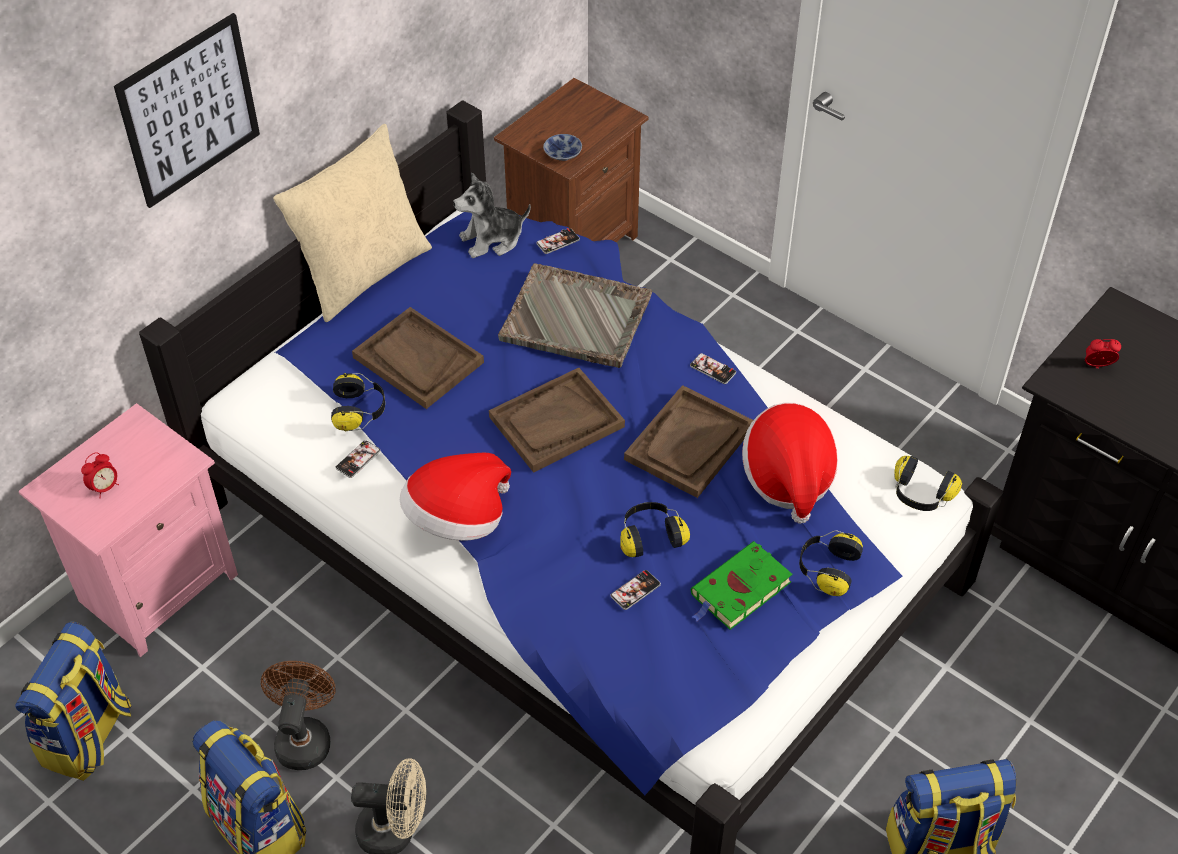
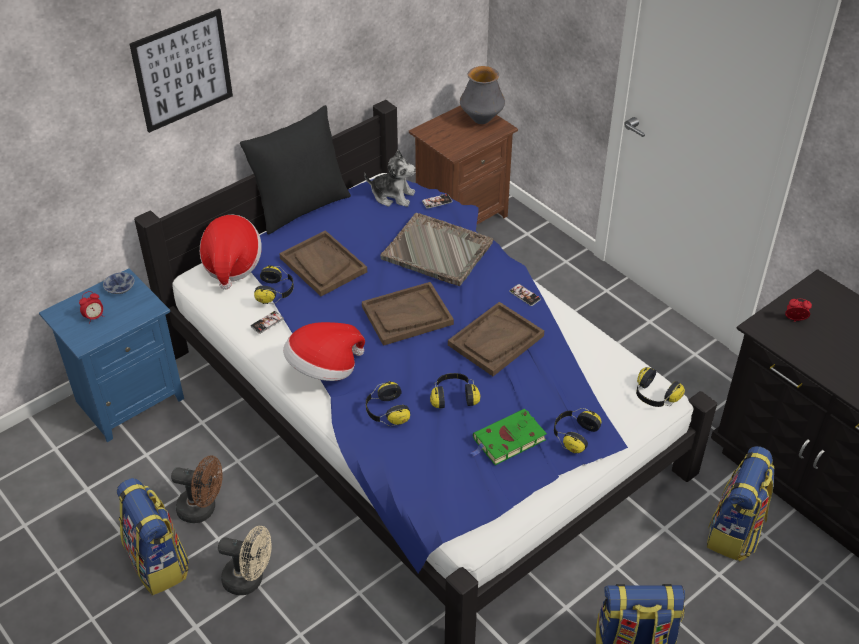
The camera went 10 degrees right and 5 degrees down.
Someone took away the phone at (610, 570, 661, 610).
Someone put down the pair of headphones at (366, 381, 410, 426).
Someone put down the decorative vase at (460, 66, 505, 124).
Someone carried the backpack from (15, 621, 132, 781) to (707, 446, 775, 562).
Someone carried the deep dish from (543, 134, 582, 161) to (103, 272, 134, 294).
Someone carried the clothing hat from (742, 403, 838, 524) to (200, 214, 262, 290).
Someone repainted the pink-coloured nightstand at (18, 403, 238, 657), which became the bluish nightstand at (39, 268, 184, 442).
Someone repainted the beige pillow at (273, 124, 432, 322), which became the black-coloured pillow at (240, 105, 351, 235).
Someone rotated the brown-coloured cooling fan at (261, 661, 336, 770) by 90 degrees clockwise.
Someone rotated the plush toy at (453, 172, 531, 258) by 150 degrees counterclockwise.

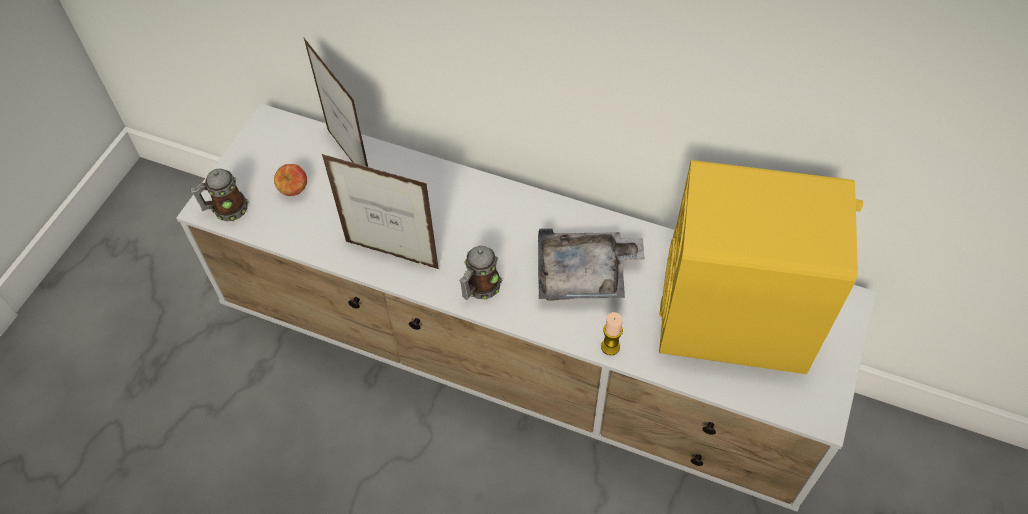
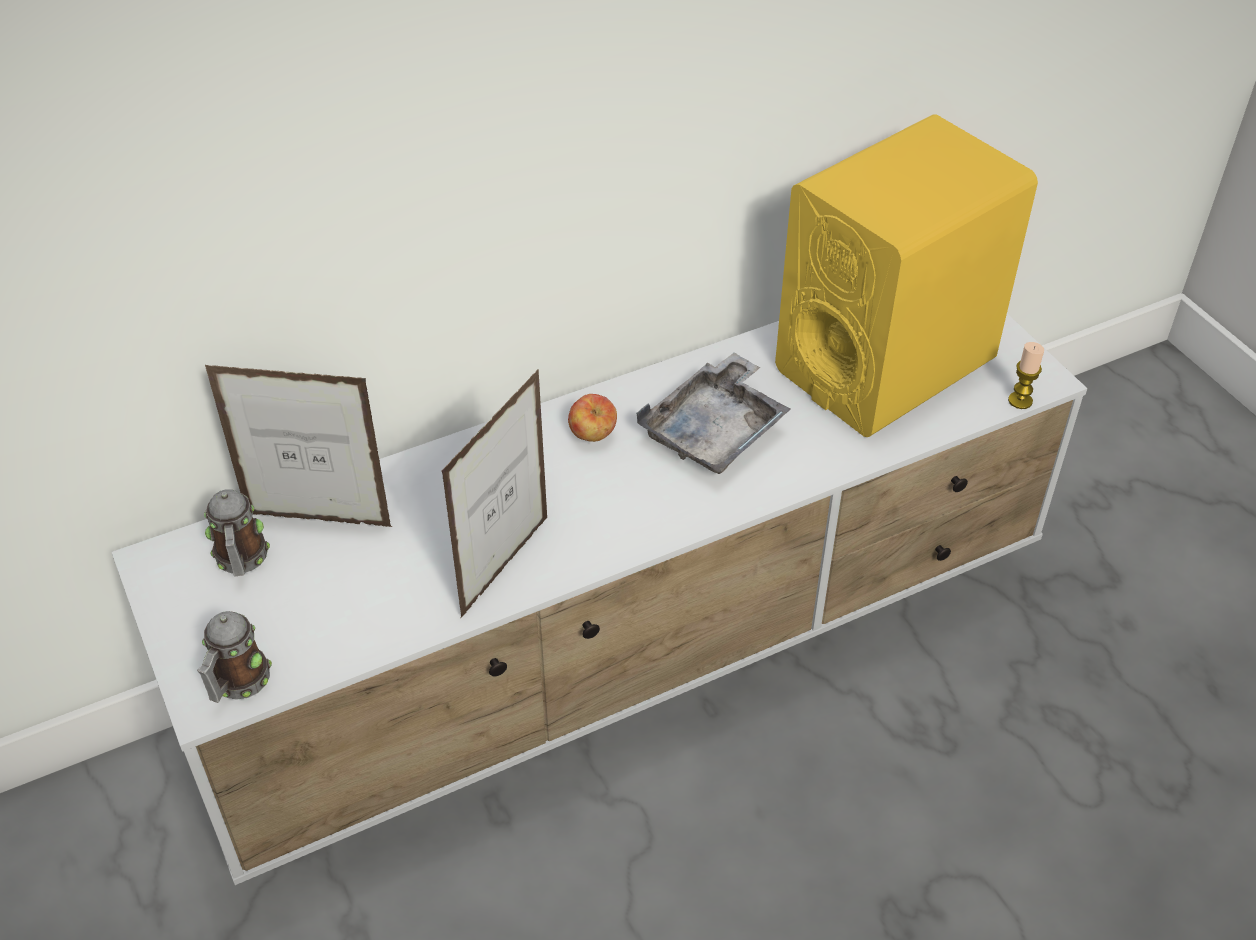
The camera went 50 degrees left and 10 degrees down.
Someone carried the whole apple from (274, 164, 307, 196) to (568, 394, 617, 442).
Someone carried the tea mug from (459, 246, 502, 300) to (204, 489, 270, 577).
Someone carried the wax candle from (601, 312, 623, 355) to (1008, 342, 1044, 409).
Someone rotated the picture frame at (322, 154, 439, 269) by 150 degrees clockwise.

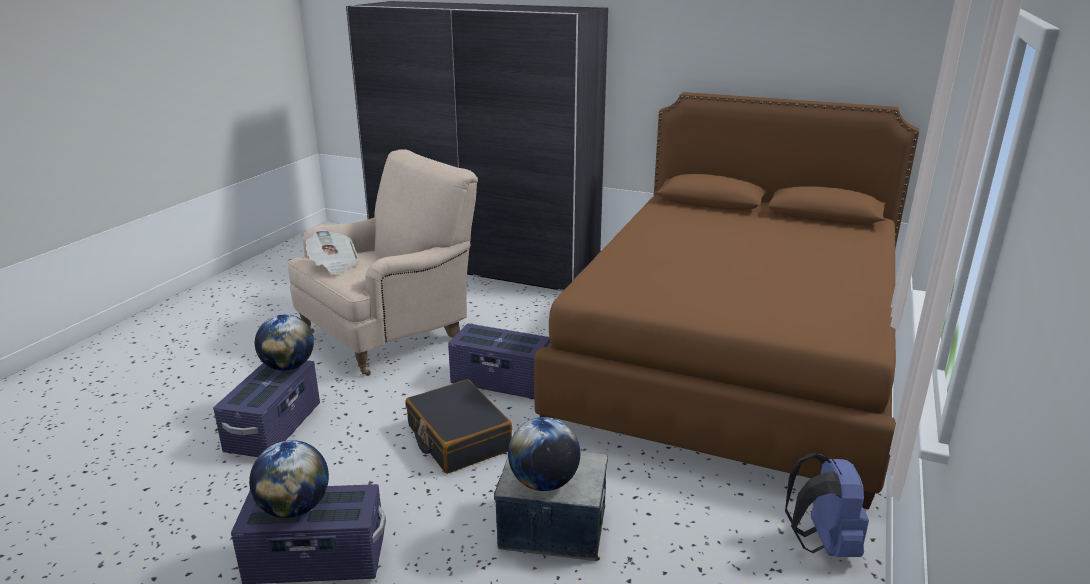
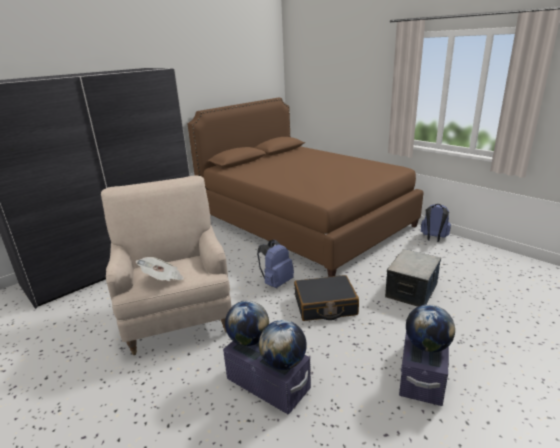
The camera went 65 degrees left and 0 degrees up.
Someone carried the world globe from (508, 417, 580, 491) to (259, 320, 307, 370).
Someone swapped the purple storage bin at (448, 323, 550, 399) for the bluish backpack at (257, 240, 294, 288).

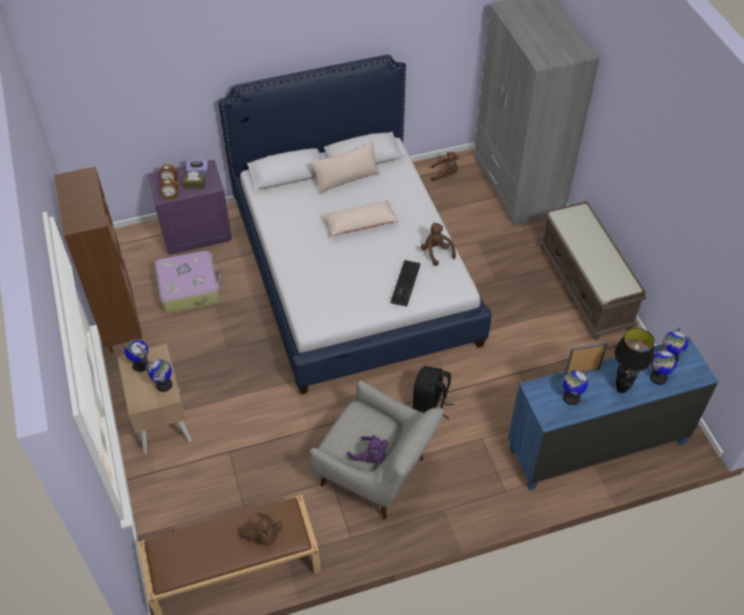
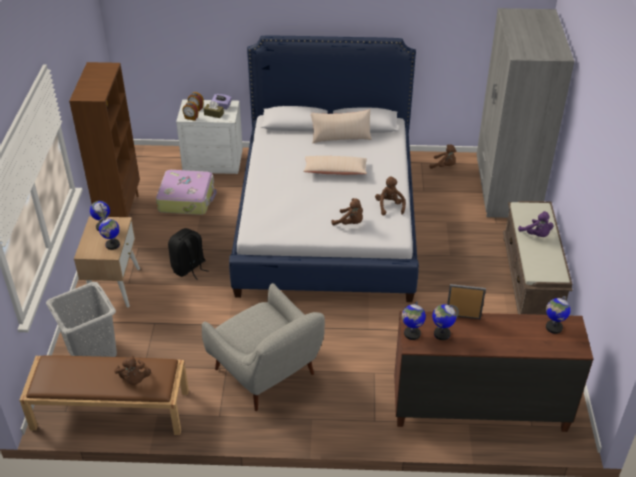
The camera went 20 degrees right and 10 degrees down.
Someone took away the black-coloured tabletop lamp at (614, 328, 655, 393).
Someone put down the grey laundry basket at (46, 282, 117, 357).
Someone carried the purple plush toy from (347, 435, 388, 463) to (518, 211, 553, 237).
Someone carried the black-coloured backpack from (413, 366, 454, 419) to (168, 228, 208, 280).
Someone carried the world globe from (650, 347, 677, 385) to (402, 301, 426, 340).
Someone swapped the PC keyboard at (390, 260, 420, 306) for the brown-coloured plush toy at (332, 198, 363, 225).
Someone repainted the purple nightstand at (148, 160, 232, 255), which became the whitish nightstand at (176, 100, 243, 174).
Someone repainted the bluish dresser at (508, 337, 718, 490), which became the brown-coloured dresser at (394, 311, 593, 432).

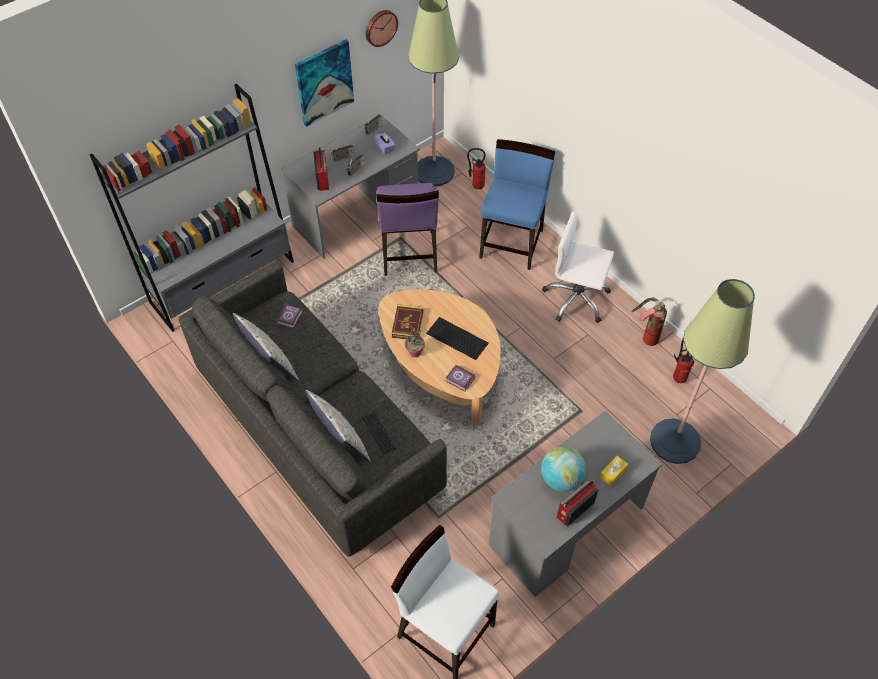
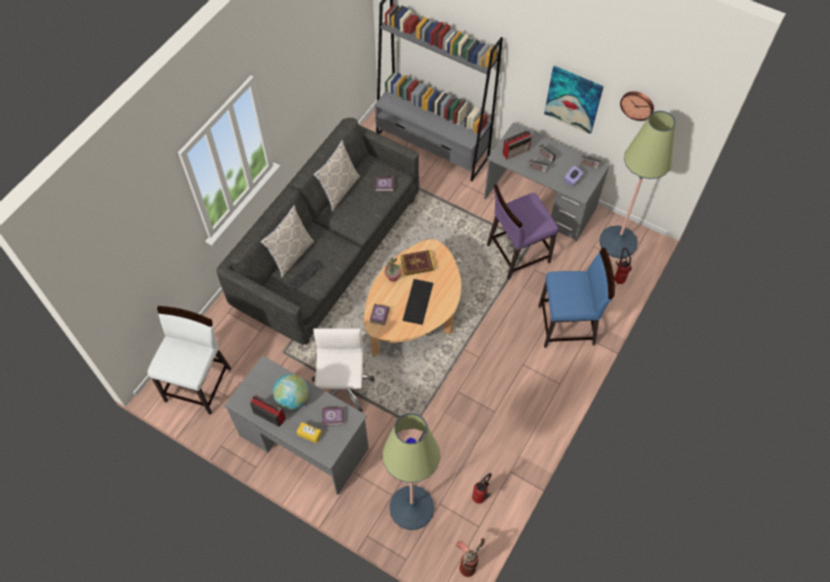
The camera went 70 degrees right and 5 degrees up.
Someone put down the volume at (322, 407, 344, 426).
Someone carried the whitish office chair from (542, 211, 614, 323) to (312, 328, 375, 412).
Someone carried the extinguisher from (631, 298, 667, 346) to (455, 538, 485, 577).

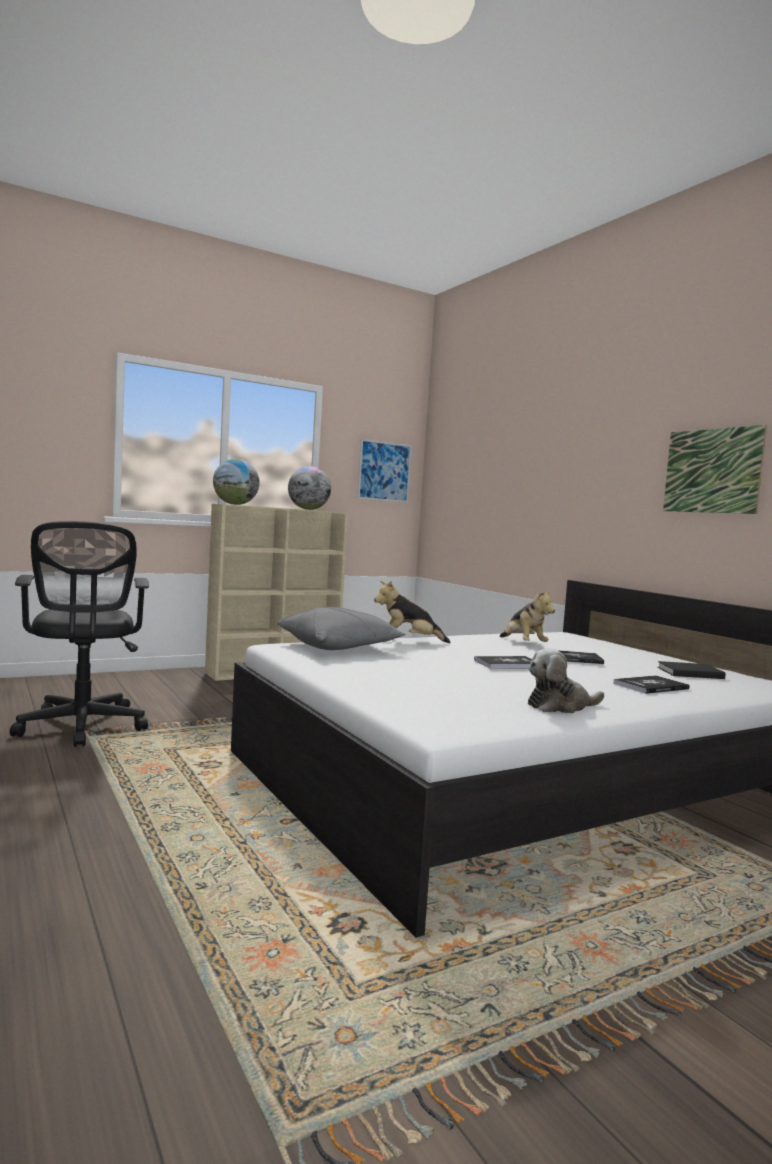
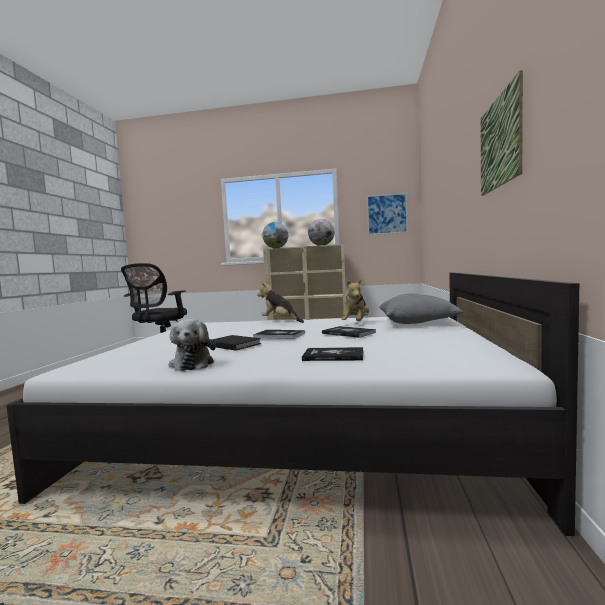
The camera went 40 degrees right and 0 degrees up.
Someone carried the grey pillow from (277, 607, 406, 650) to (379, 294, 464, 324).
Someone carried the black-coloured volume from (657, 661, 726, 679) to (214, 335, 261, 351).
Someone rotated the plush toy at (528, 648, 604, 713) by 120 degrees counterclockwise.

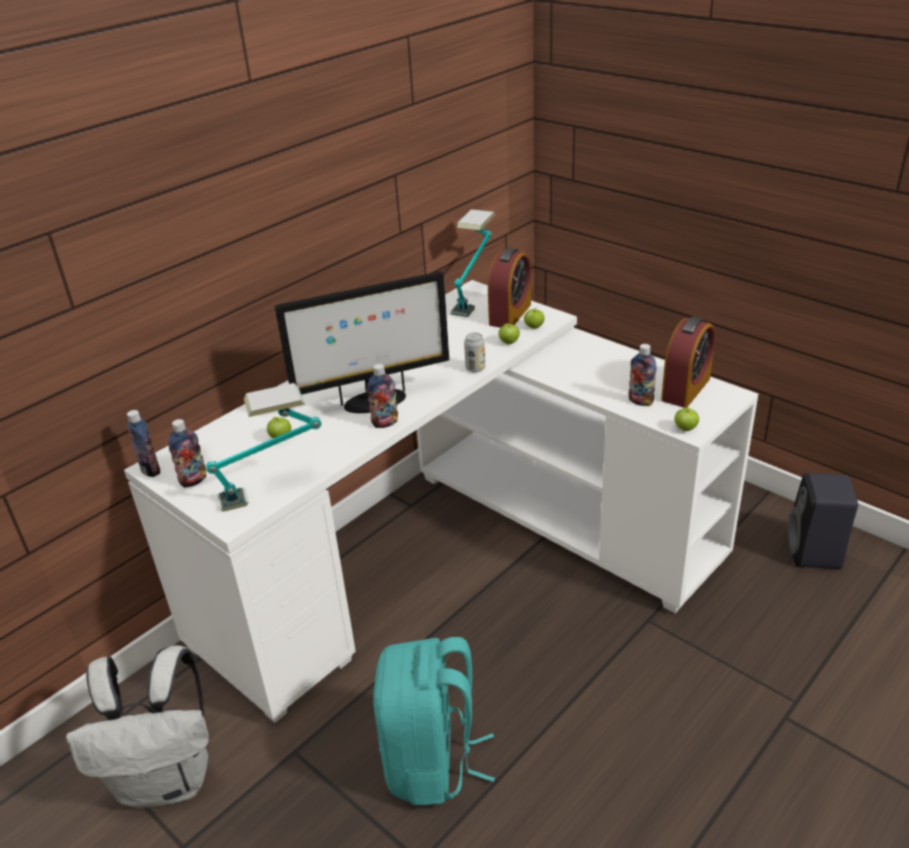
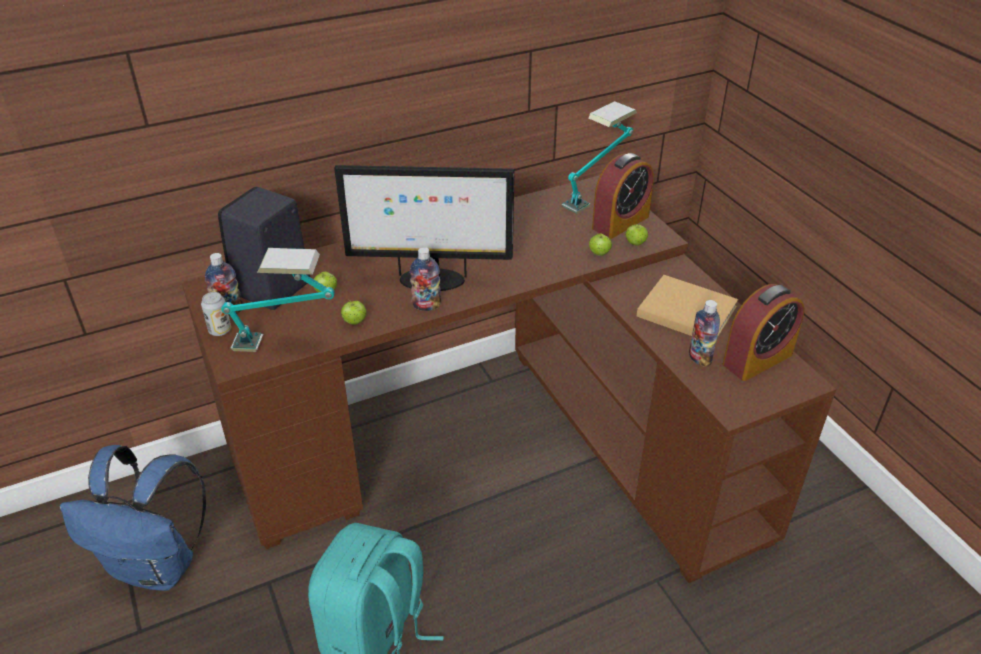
The camera went 20 degrees right and 5 degrees up.
Someone took away the beverage bottle at (127, 410, 160, 477).
Someone put down the beige volume at (637, 275, 738, 337).
Someone carried the sealed can from (464, 333, 485, 372) to (201, 292, 231, 336).
Someone carried the whole apple from (674, 407, 699, 431) to (341, 299, 366, 325).
Someone carried the black-coloured loudspeaker from (788, 473, 858, 569) to (218, 187, 310, 310).
Someone repainted the whitish backpack at (66, 645, 209, 808), which became the bluish backpack at (60, 445, 206, 591).
Someone repainted the whitish desk at (124, 280, 758, 723), which became the brown-coloured desk at (182, 175, 836, 583).

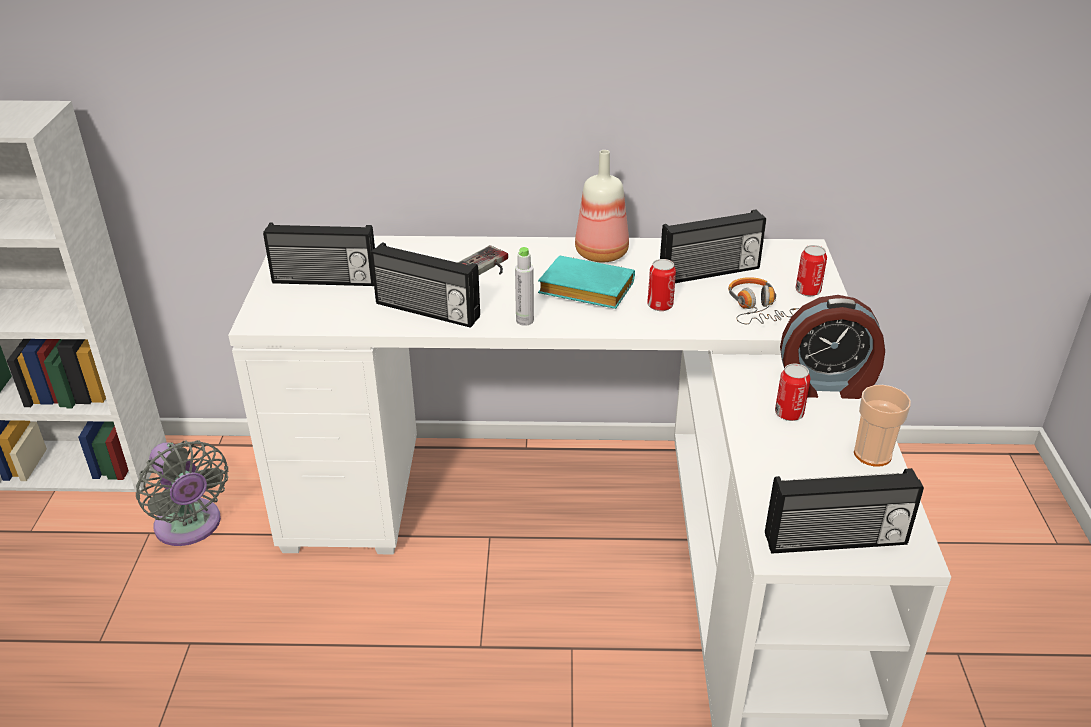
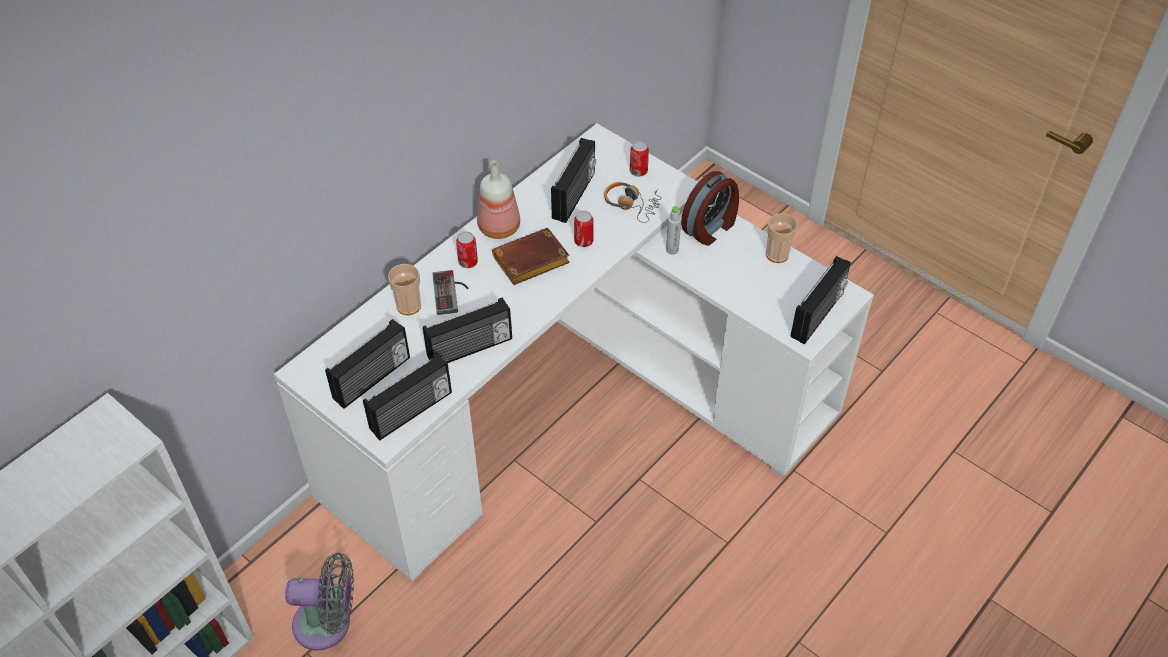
The camera went 50 degrees left and 15 degrees up.
Someone put down the radio receiver at (363, 353, 452, 440).
Someone put down the cup at (388, 264, 421, 315).
Someone carried the grey beverage bottle from (515, 247, 534, 326) to (666, 206, 681, 255).
Someone carried the sealed can from (775, 364, 810, 421) to (456, 232, 478, 268).
Someone repainted the turquoise-coloured volume at (538, 256, 635, 309), which became the brown-coloured volume at (492, 228, 570, 285).

